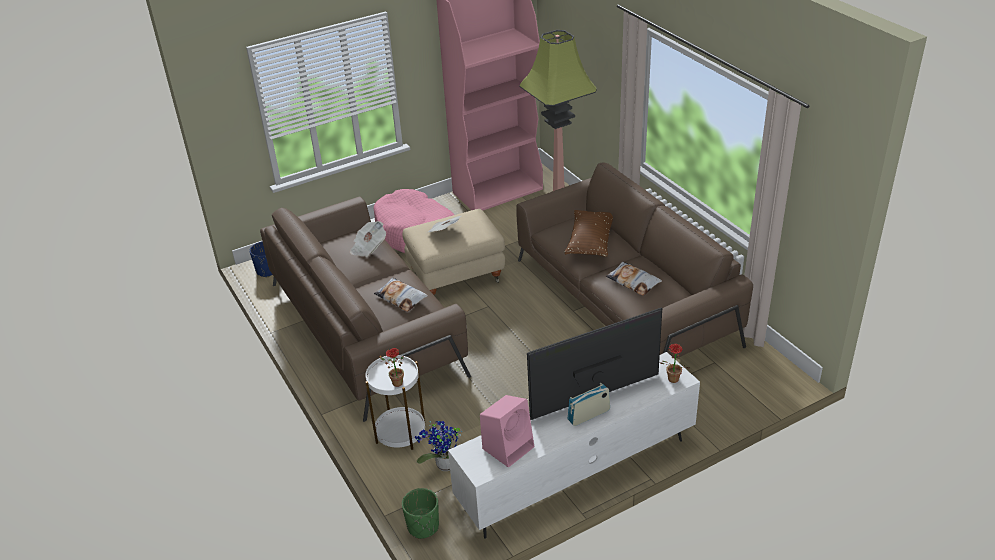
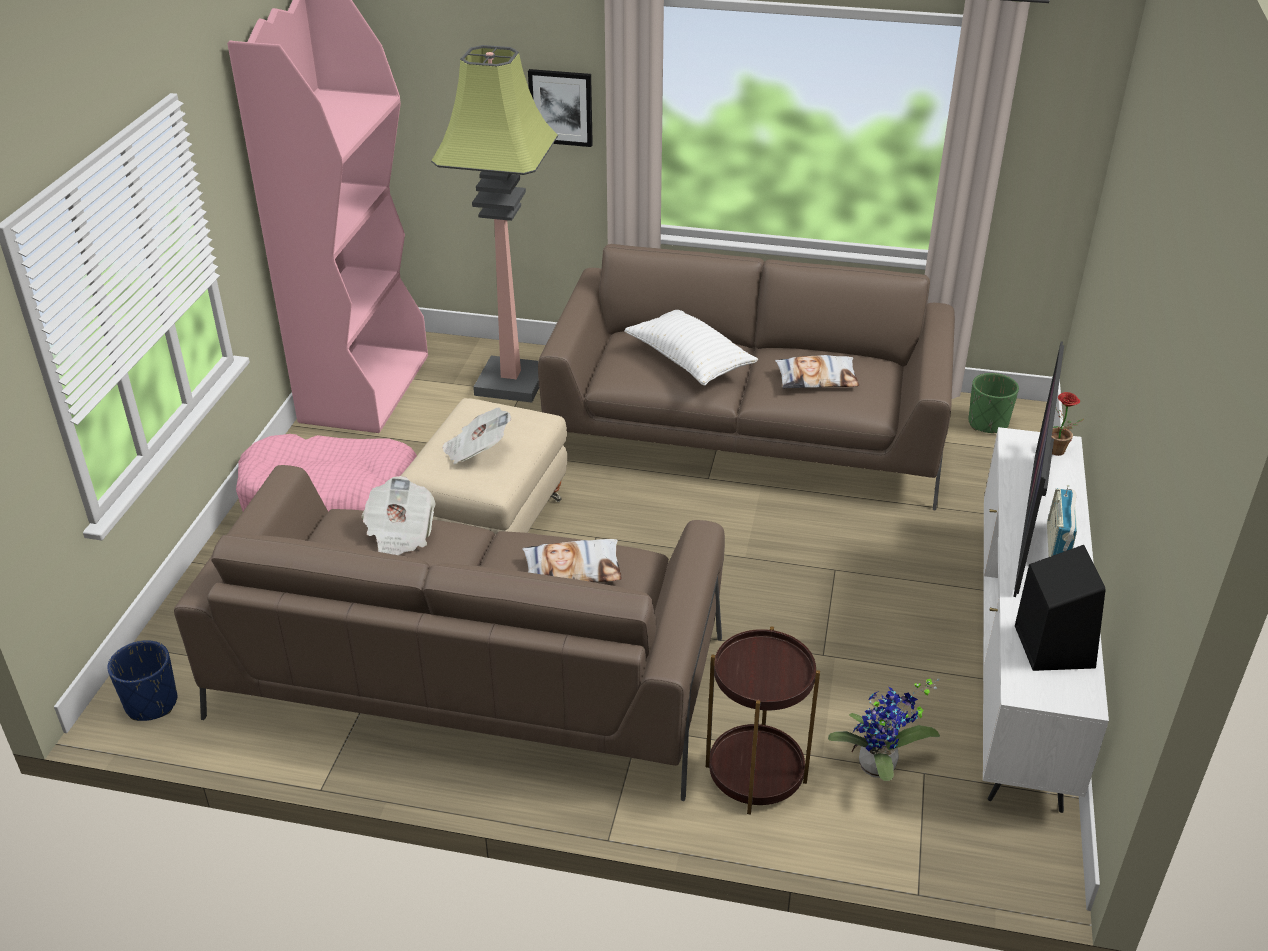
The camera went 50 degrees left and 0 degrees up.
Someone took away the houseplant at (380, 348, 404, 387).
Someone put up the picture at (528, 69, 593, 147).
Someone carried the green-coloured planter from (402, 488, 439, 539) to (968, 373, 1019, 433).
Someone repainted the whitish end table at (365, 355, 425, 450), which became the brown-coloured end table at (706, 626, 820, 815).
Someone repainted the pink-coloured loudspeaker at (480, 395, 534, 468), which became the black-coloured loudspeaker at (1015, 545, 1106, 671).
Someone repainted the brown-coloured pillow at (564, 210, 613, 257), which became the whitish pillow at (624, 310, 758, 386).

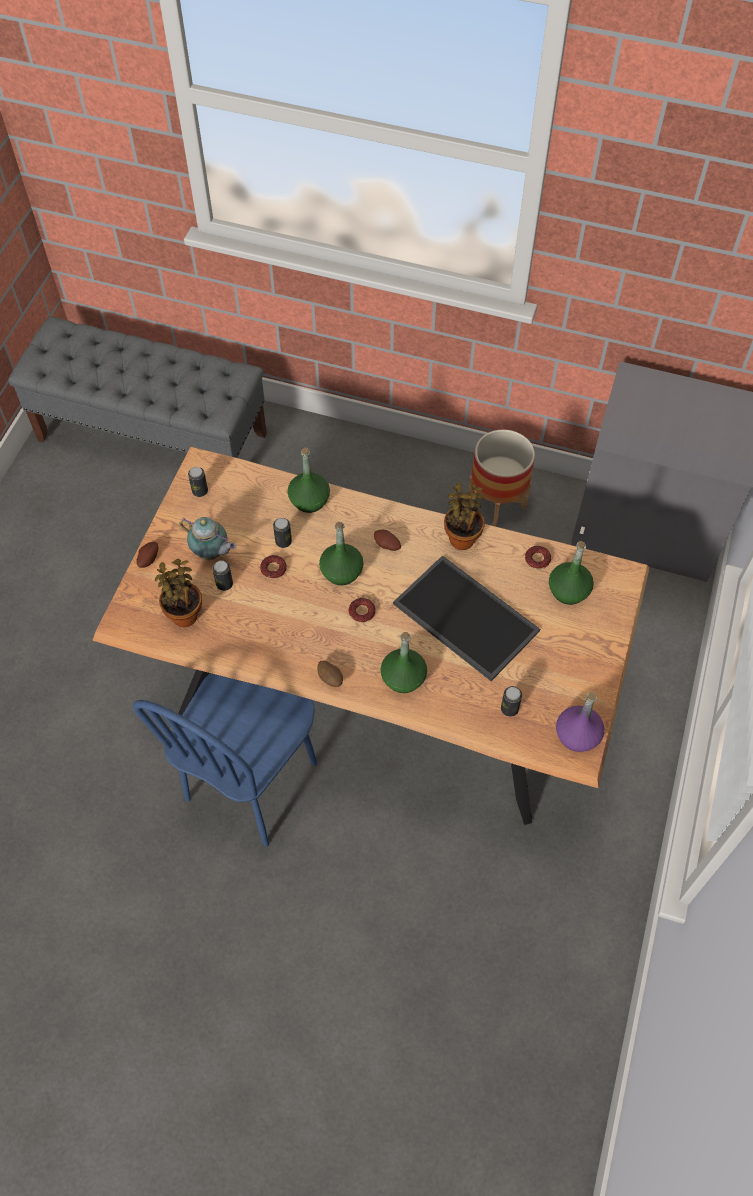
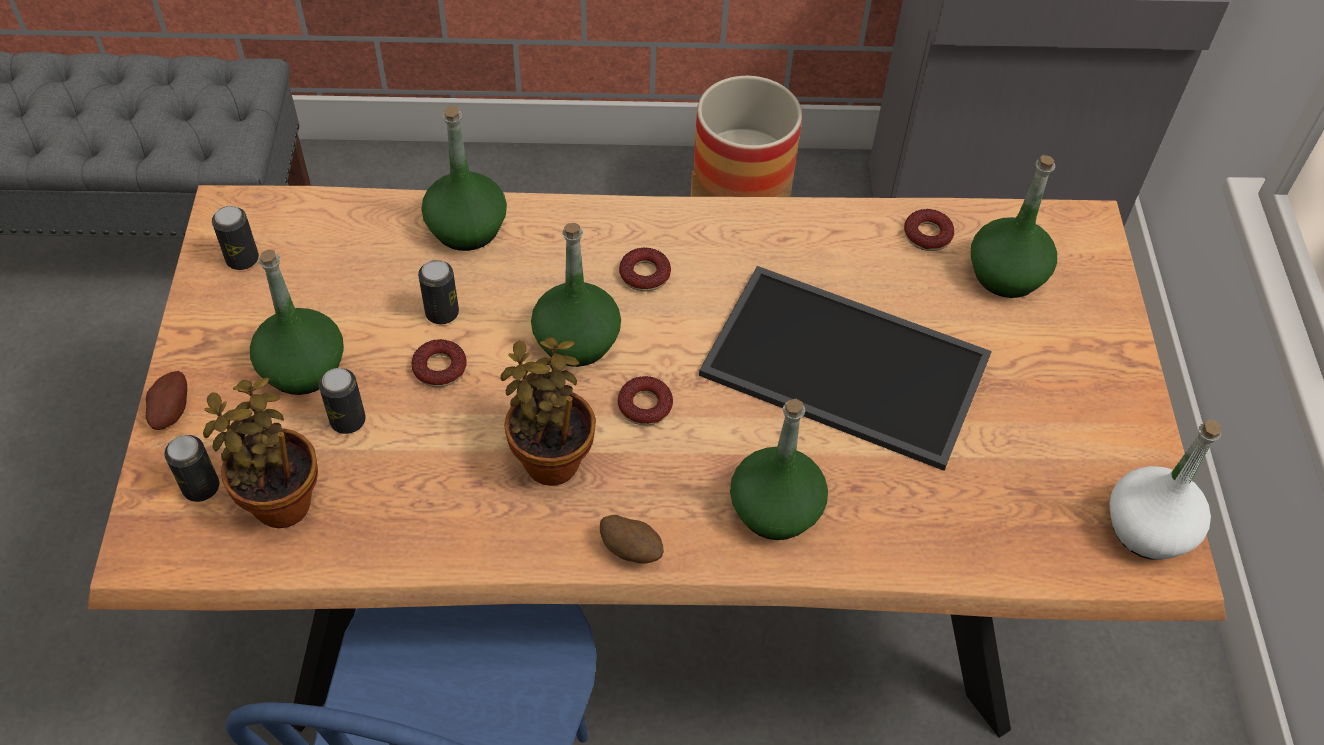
The camera went 20 degrees left and 5 degrees down.
Someone carried the houseplant from (444, 482, 485, 550) to (500, 337, 596, 486).
Someone carried the sealed can from (501, 686, 522, 717) to (164, 435, 219, 502).
Someone swapped the tea pot at (180, 517, 236, 560) for the green-coloured beverage bottle at (250, 249, 344, 395).
Someone swapped the whole potato at (374, 530, 401, 551) for the donut at (619, 247, 671, 291).
Someone repainted the purple beverage bottle at (556, 692, 604, 752), which became the whitish beverage bottle at (1109, 419, 1221, 560).

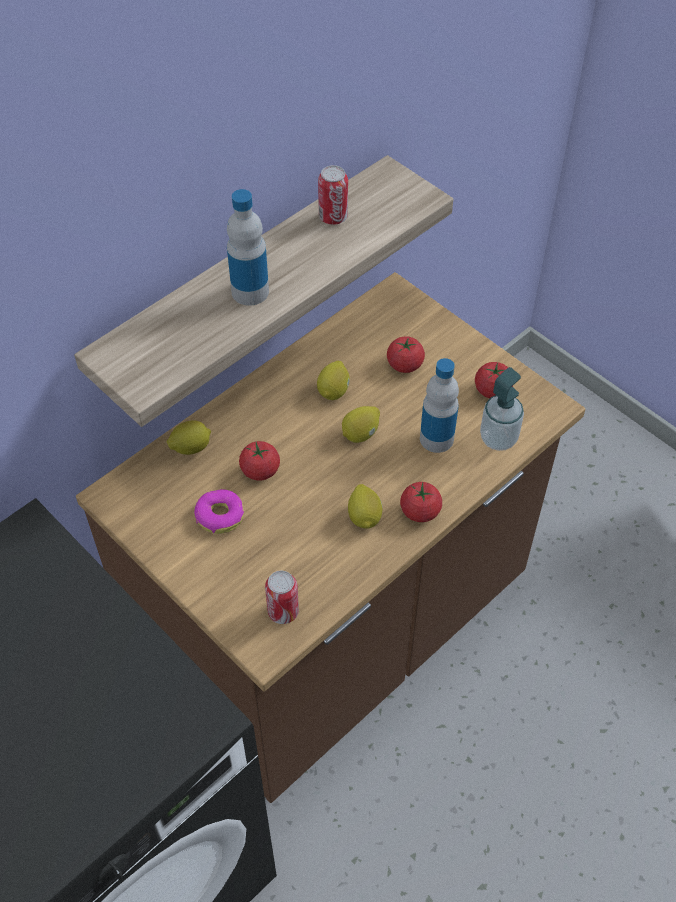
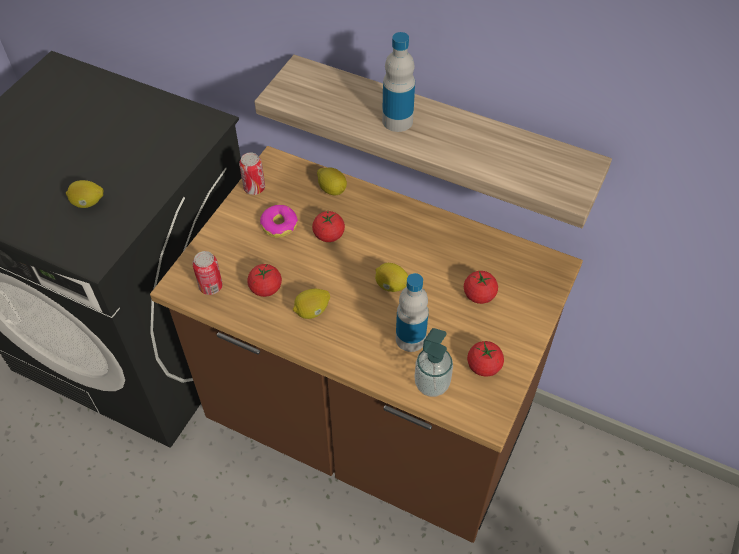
The camera went 70 degrees right and 0 degrees up.
Someone carried the whole lemon from (317, 361, 350, 400) to (66, 180, 103, 208).
Someone carried the sealed can from (318, 165, 348, 225) to (239, 153, 265, 195).
Someone carried the fresh tomato from (400, 482, 442, 522) to (247, 263, 282, 297).

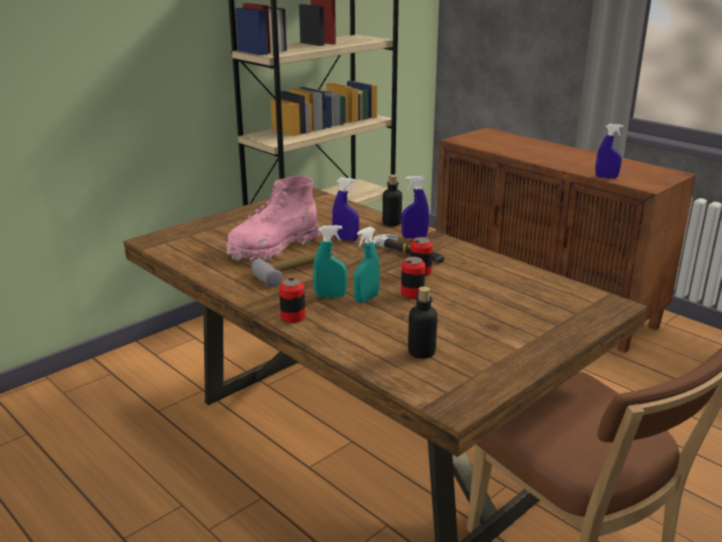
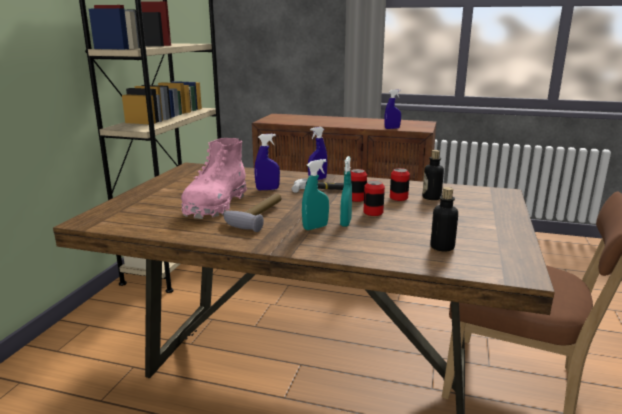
The camera went 30 degrees left and 5 degrees down.
Someone carried the sealed can from (279, 278, 305, 323) to (390, 168, 410, 201).
Someone carried the beverage bottle from (382, 175, 402, 226) to (422, 150, 444, 200).

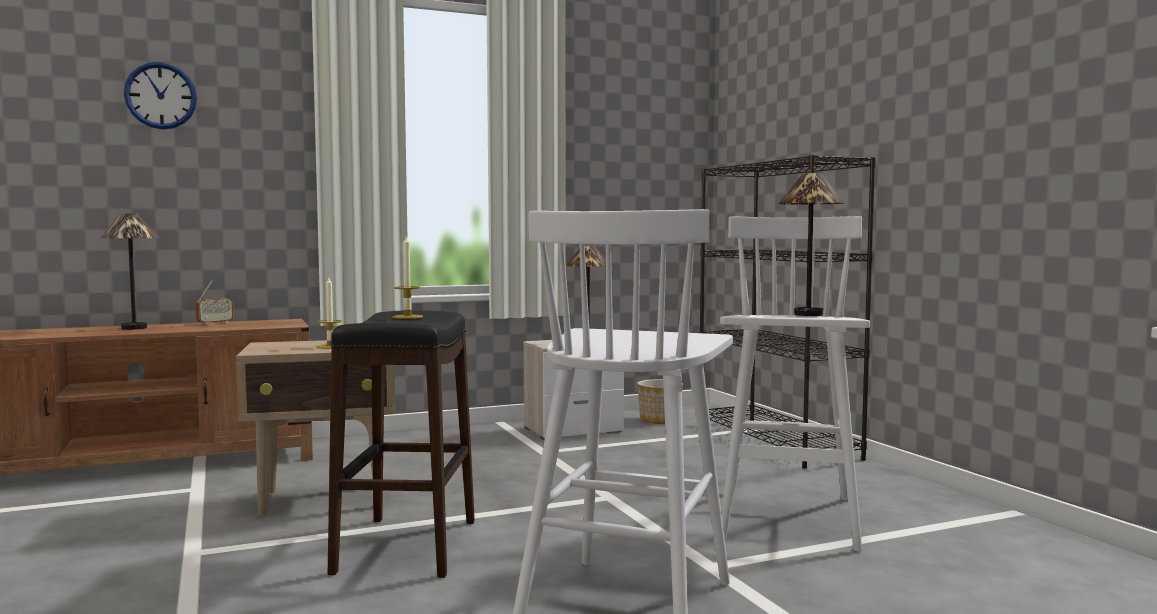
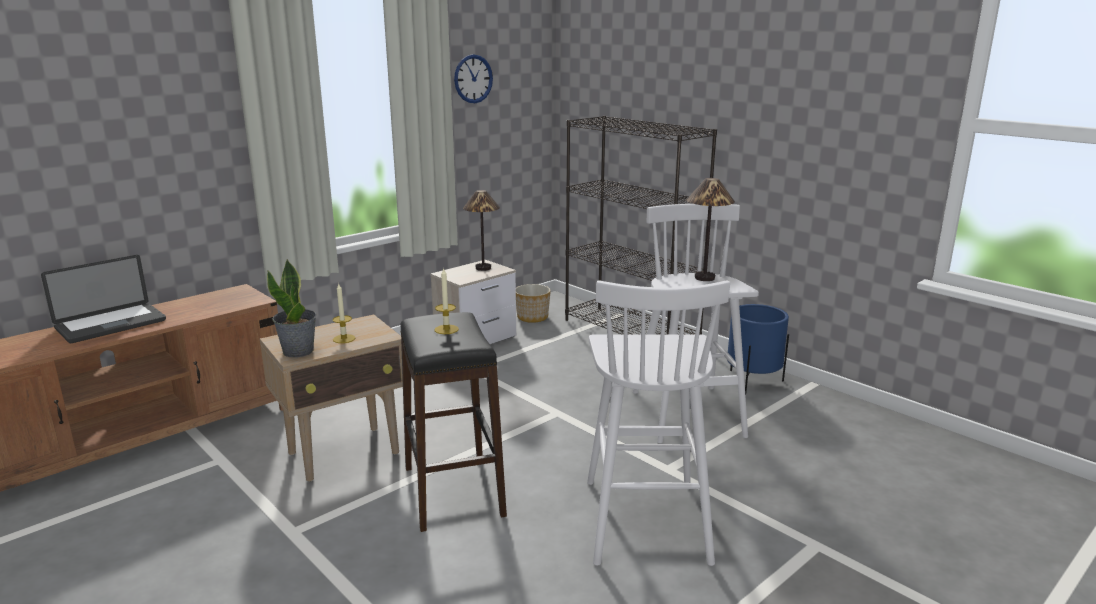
The camera went 20 degrees left and 15 degrees up.
Someone took away the radio receiver at (196, 280, 234, 325).
Someone put down the houseplant at (267, 259, 316, 357).
Someone put down the bluish planter at (727, 304, 789, 394).
Someone carried the hanging clock from (124, 62, 197, 130) to (454, 54, 493, 103).
Someone swapped the tabletop lamp at (101, 214, 159, 330) for the laptop at (41, 255, 166, 343).

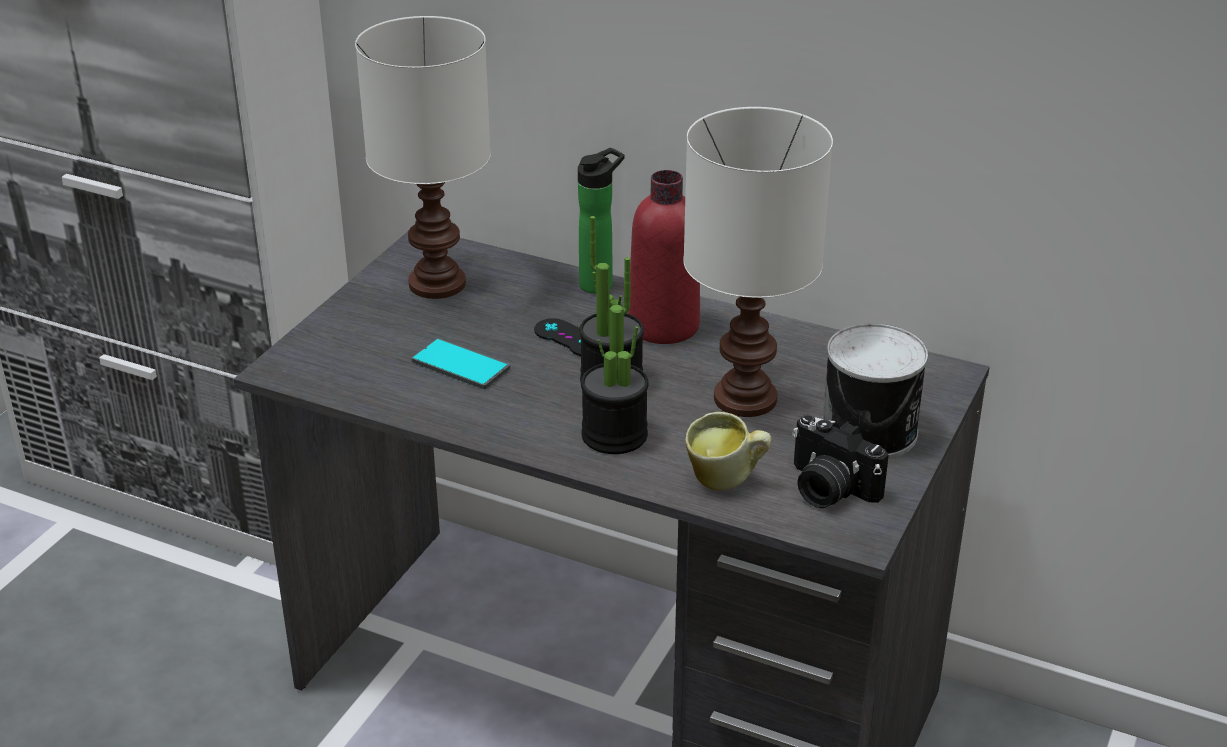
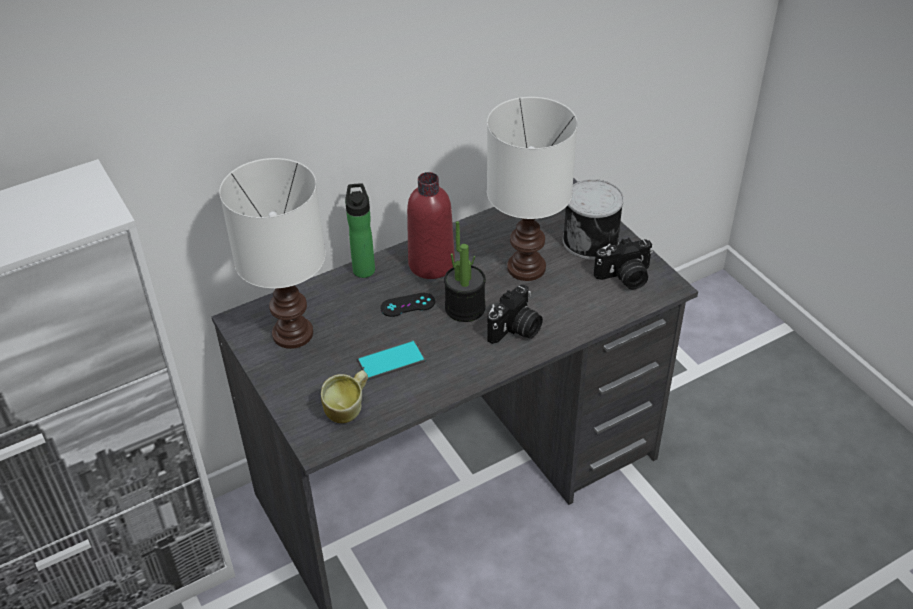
The camera went 55 degrees left and 10 degrees up.
Someone carried the tea mug from (685, 412, 771, 490) to (321, 370, 368, 423).
Someone swapped the houseplant at (581, 257, 649, 454) for the still camera at (487, 284, 543, 344).

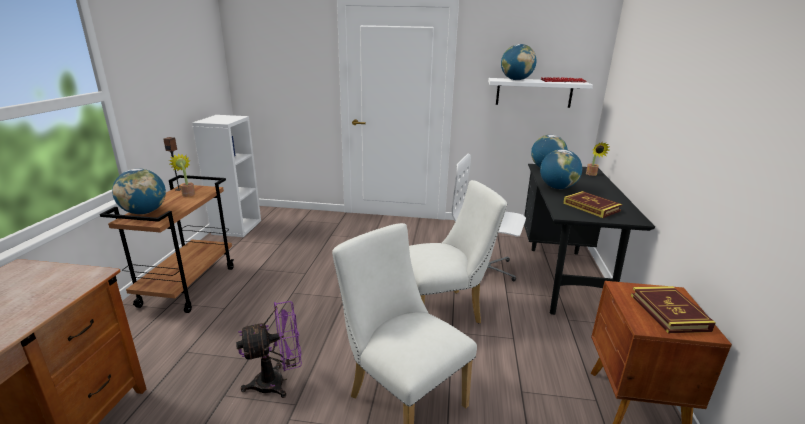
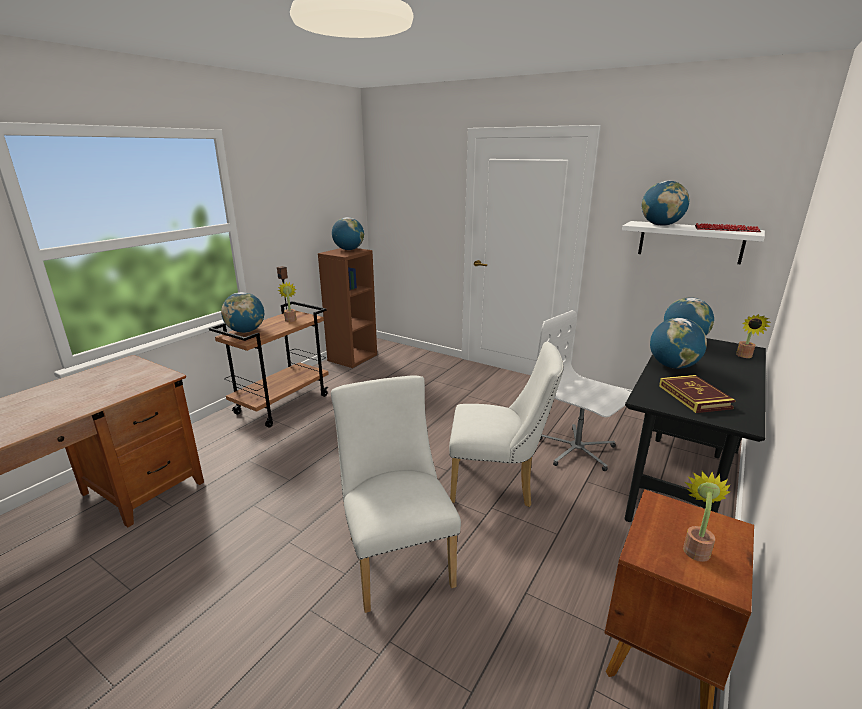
The camera went 25 degrees right and 0 degrees up.
Someone took away the purple cooling fan at (236, 301, 302, 398).
Someone put down the world globe at (332, 217, 364, 250).
Someone swapped the volume at (631, 286, 716, 333) for the houseplant at (683, 471, 731, 562).
Someone repainted the whitish bookcase at (192, 115, 261, 237), which became the brown-coloured bookcase at (318, 248, 377, 368).

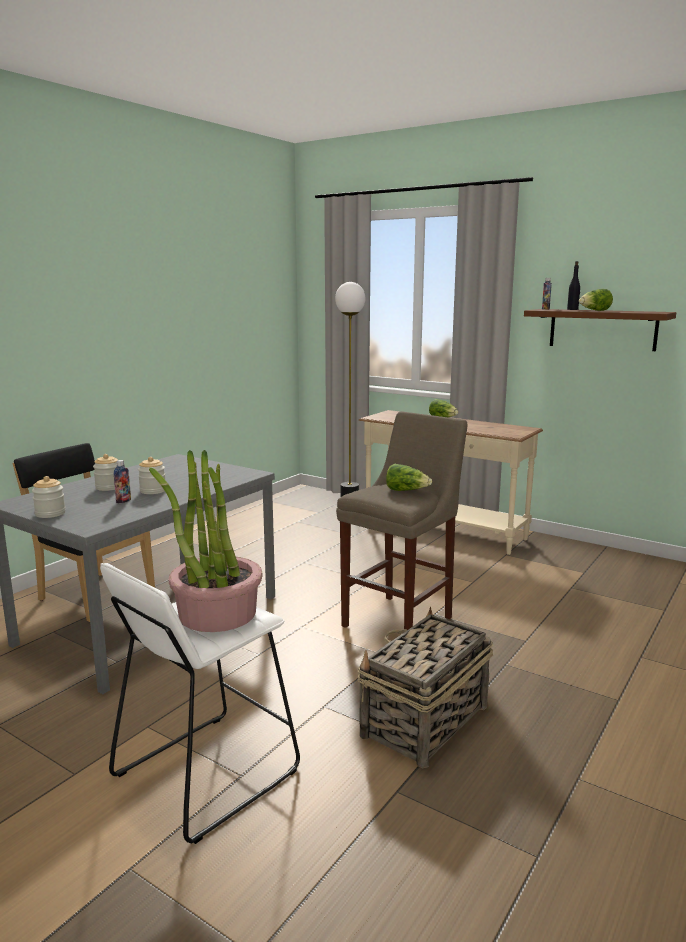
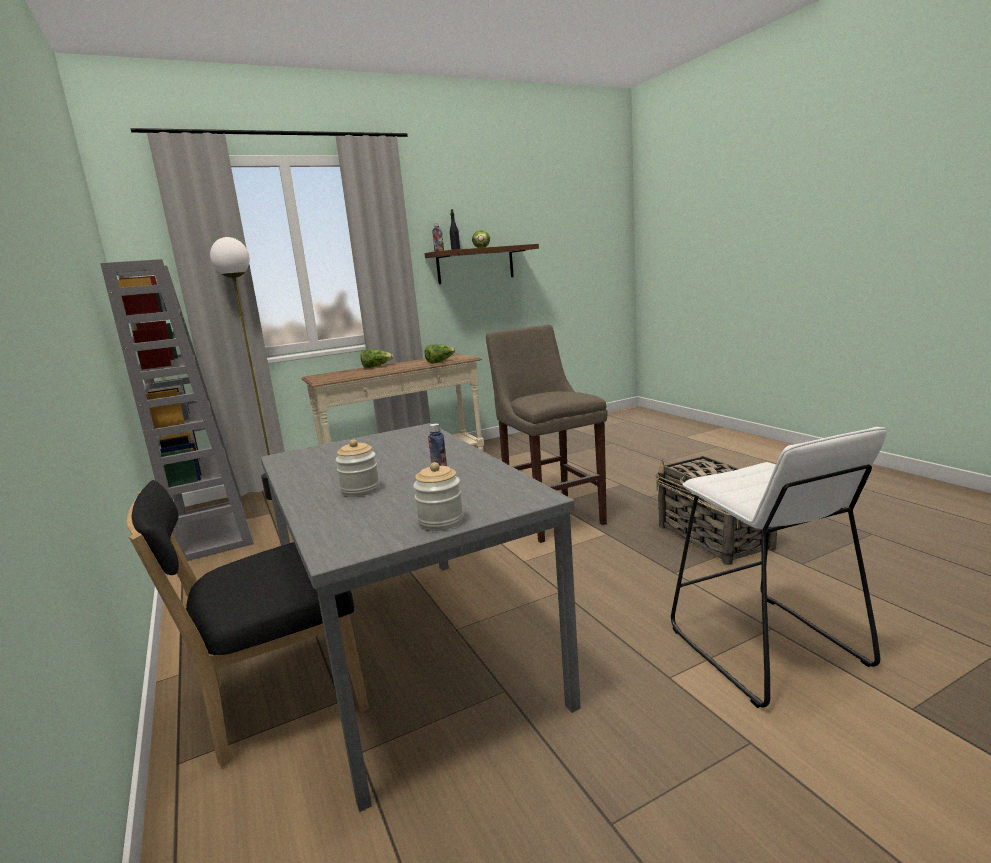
The camera went 60 degrees left and 0 degrees up.
Someone took away the jar at (138, 457, 165, 494).
Someone took away the houseplant at (149, 450, 262, 632).
Someone put down the grey bookcase at (100, 259, 254, 561).
Someone carried the lettuce head from (386, 464, 432, 491) to (424, 344, 455, 363).

